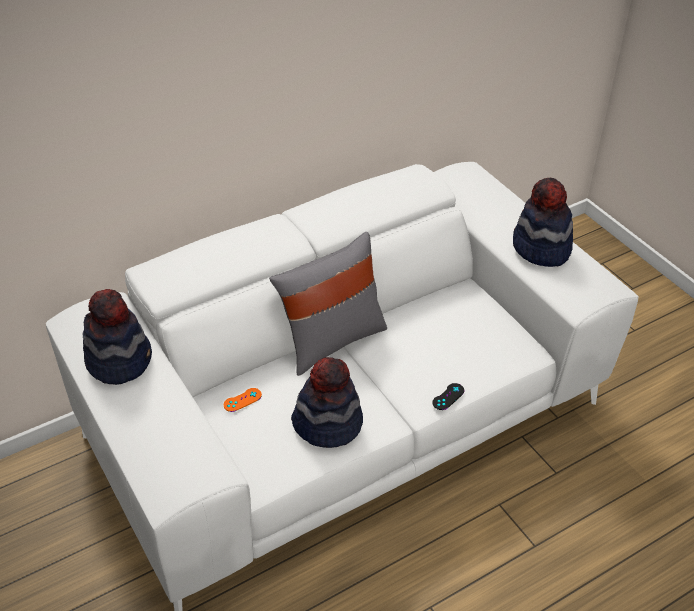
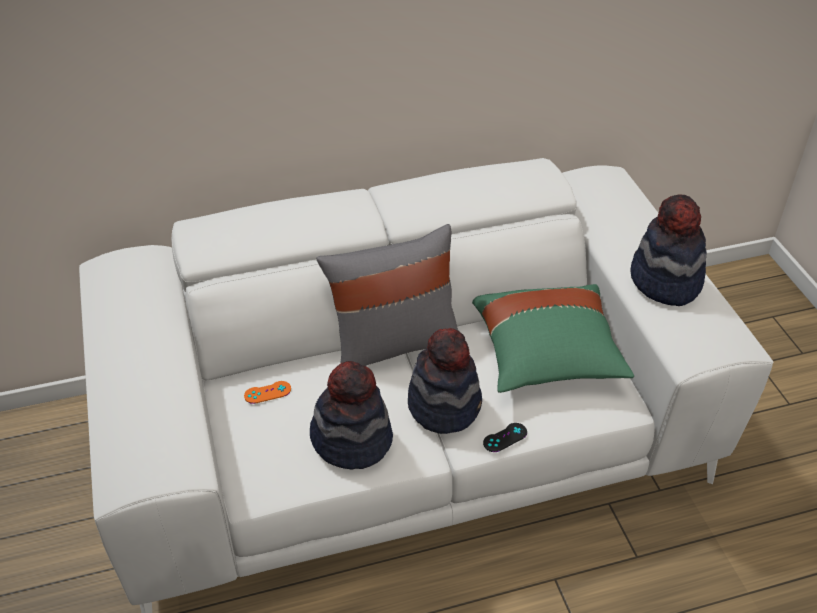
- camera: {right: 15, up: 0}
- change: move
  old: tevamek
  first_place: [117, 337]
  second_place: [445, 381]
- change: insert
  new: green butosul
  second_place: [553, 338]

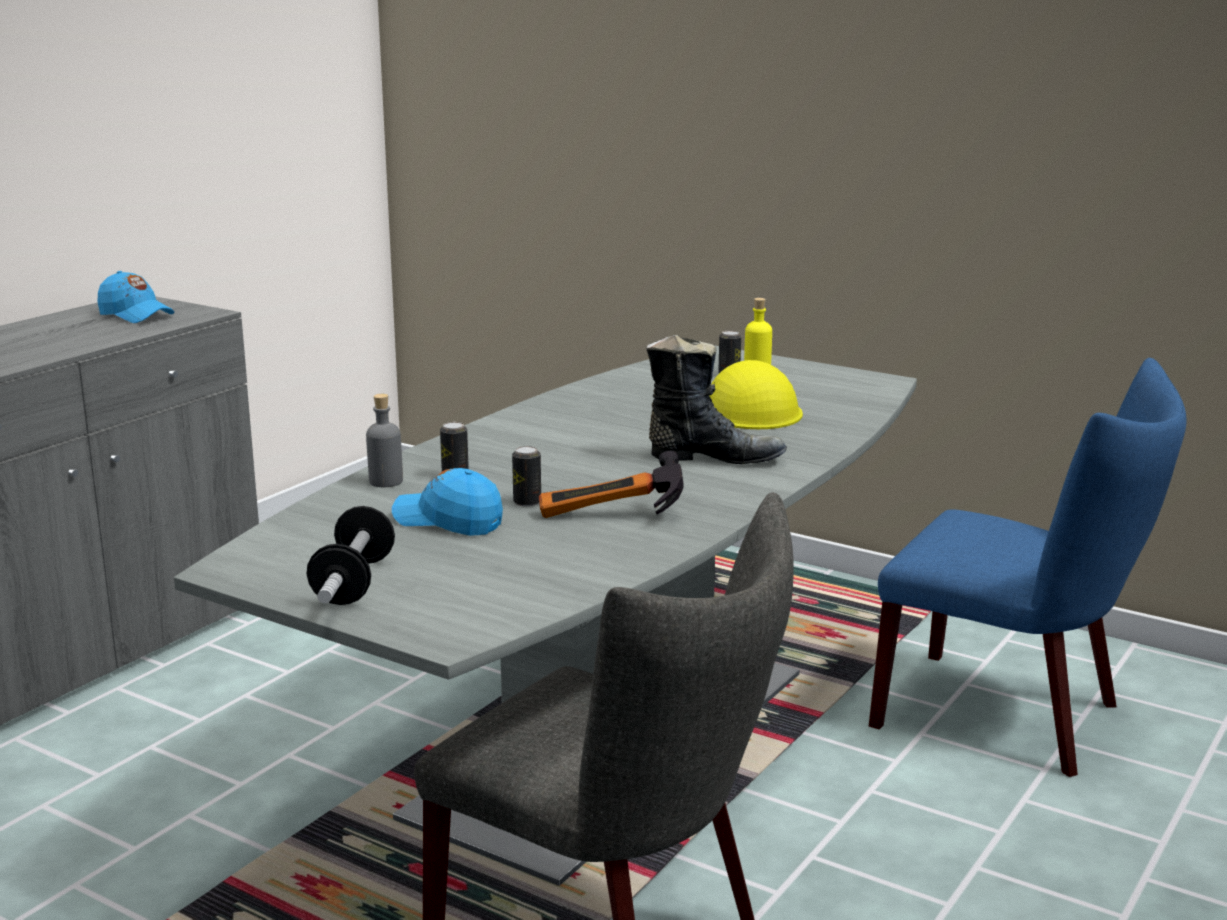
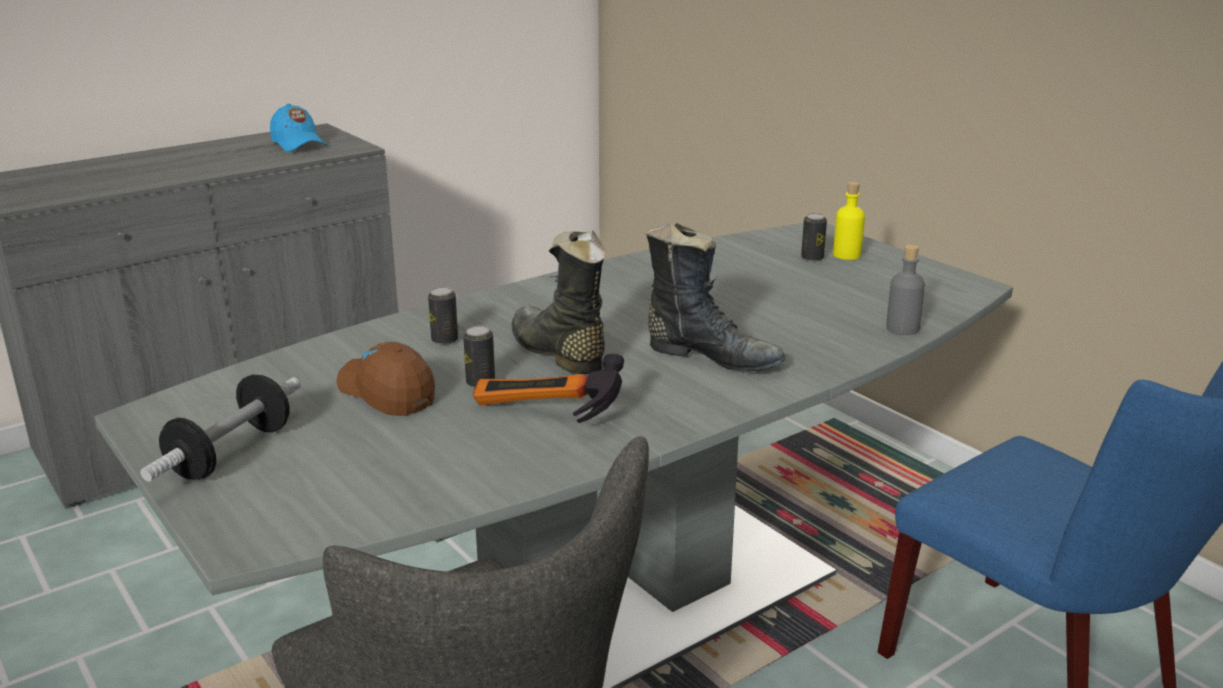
- camera: {right: 20, up: 5}
- change: move
  old: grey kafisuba
  first_place: [384, 440]
  second_place: [905, 289]
- change: recolor
  old: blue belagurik
  new: brown belagurik
  first_place: [447, 502]
  second_place: [386, 378]
- change: delete
  old: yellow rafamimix
  first_place: [756, 394]
- change: insert
  new: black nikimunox
  second_place: [559, 302]

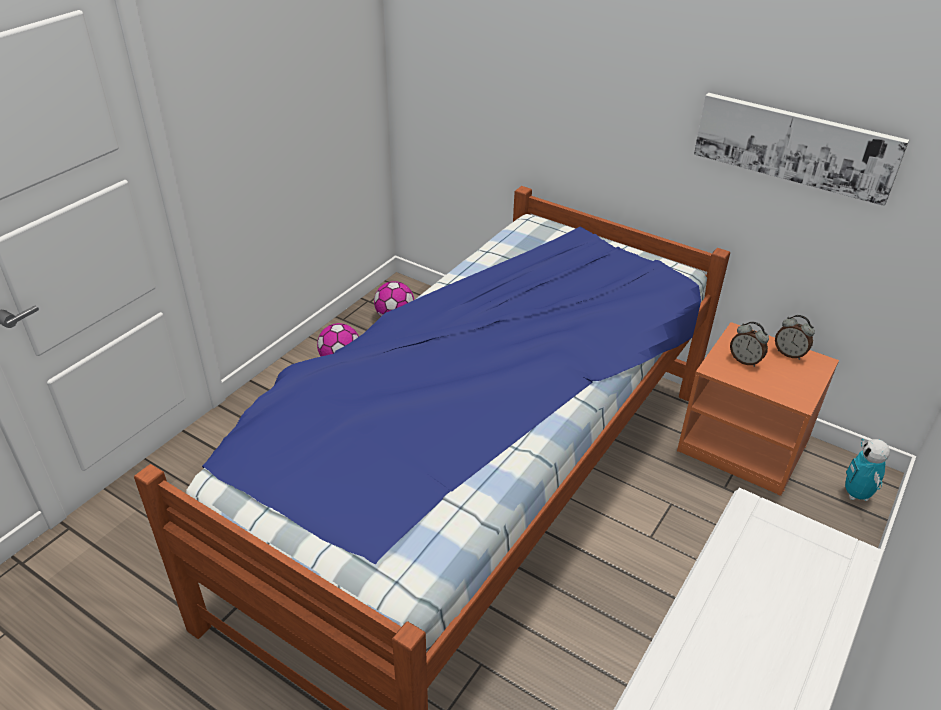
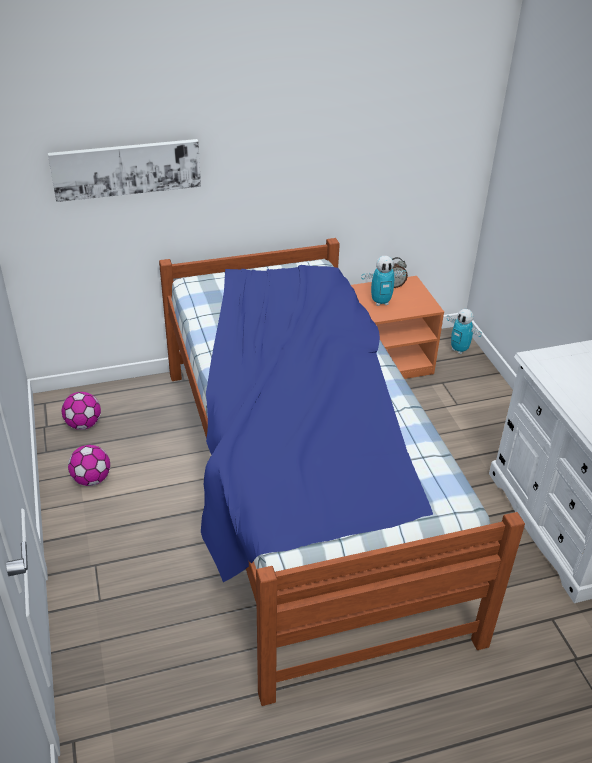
- camera: {right: -50, up: 0}
- change: move
  old: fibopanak
  first_place: [801, 149]
  second_place: [124, 170]
- change: replace
  old: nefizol
  new: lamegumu
  first_place: [749, 344]
  second_place: [383, 281]

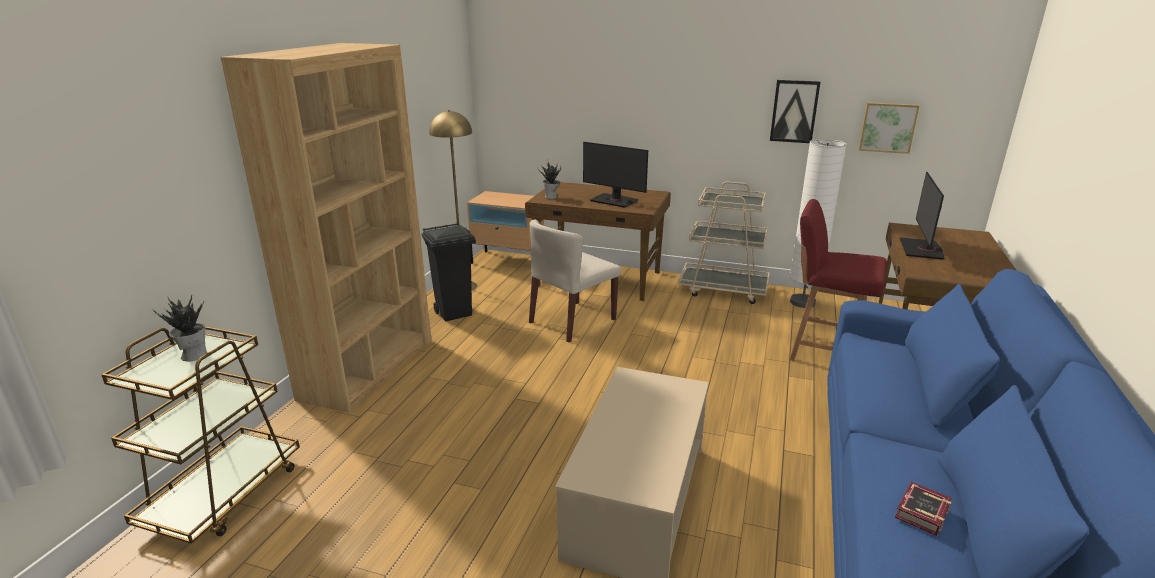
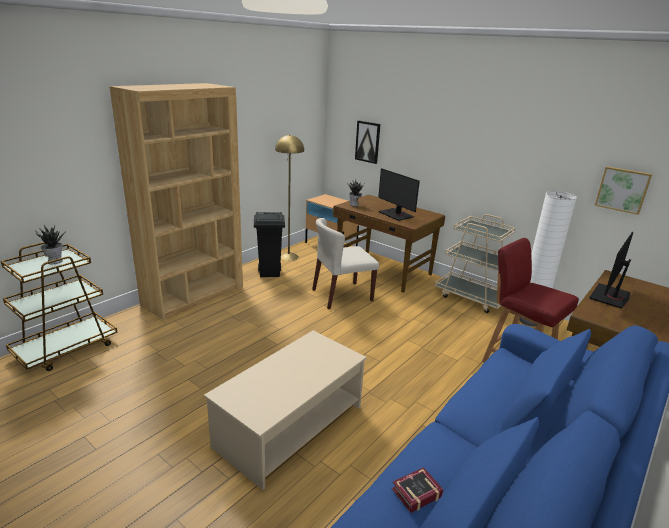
- camera: {right: 20, up: 0}
- change: move
  old: fibopanak
  first_place: [795, 111]
  second_place: [367, 142]

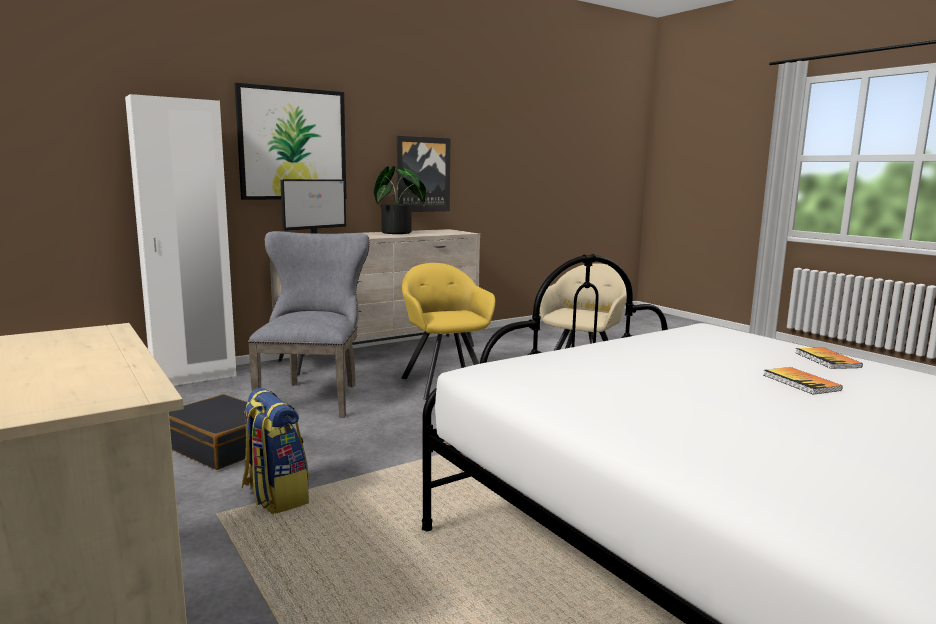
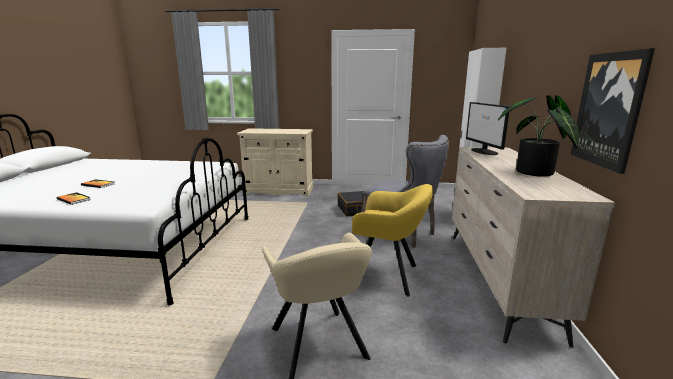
- camera: {right: 130, up: 5}
- change: delete
  old: fibopanak
  first_place: [290, 141]
- change: delete
  old: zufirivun
  first_place: [275, 451]

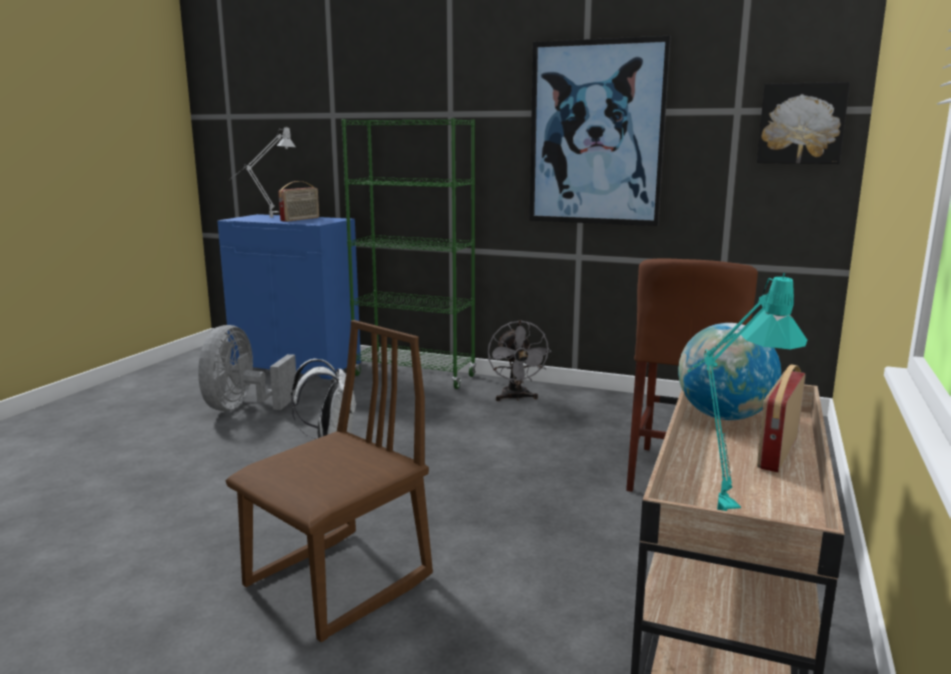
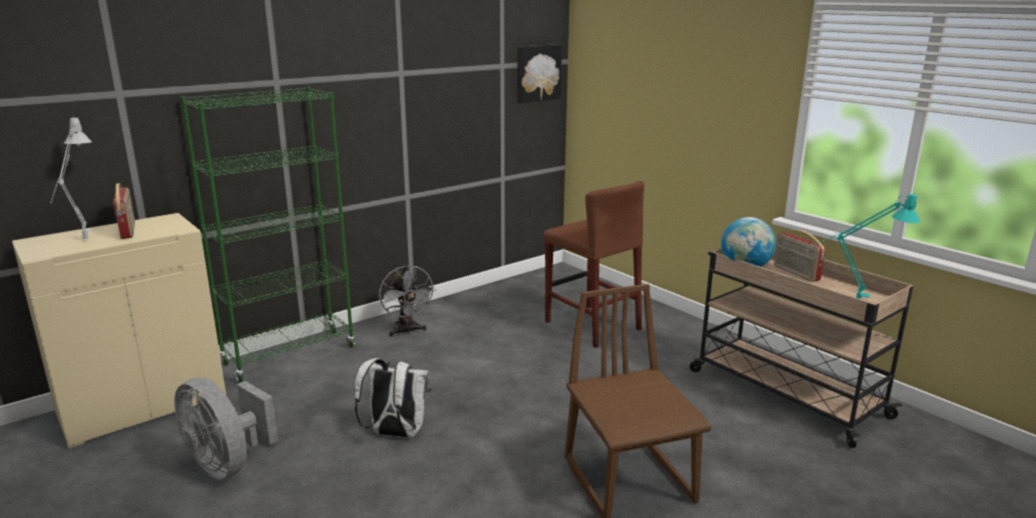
- camera: {right: -60, up: 5}
- change: recolor
  old: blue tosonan
  new: beige tosonan
  first_place: [289, 297]
  second_place: [119, 331]
- change: rotate
  old: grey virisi
  first_place: [520, 360]
  second_place: [407, 301]
  degrees: 45
- change: delete
  old: fibopanak
  first_place: [600, 131]

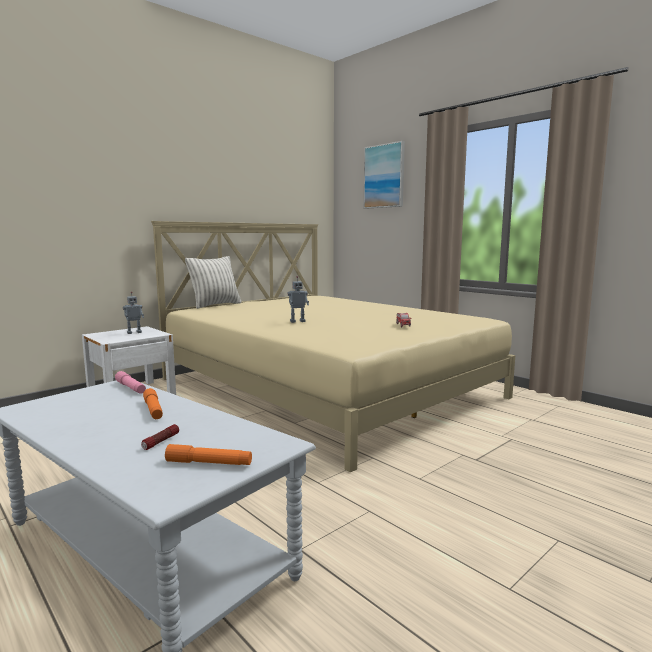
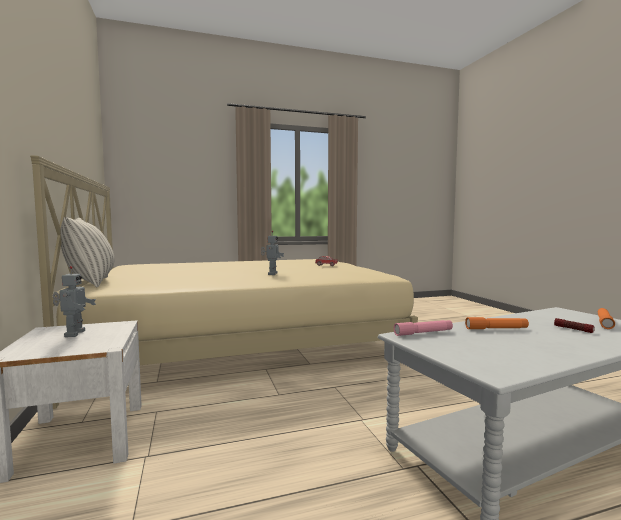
- camera: {right: -65, up: -5}
- change: delete
  old: fibopanak
  first_place: [384, 175]

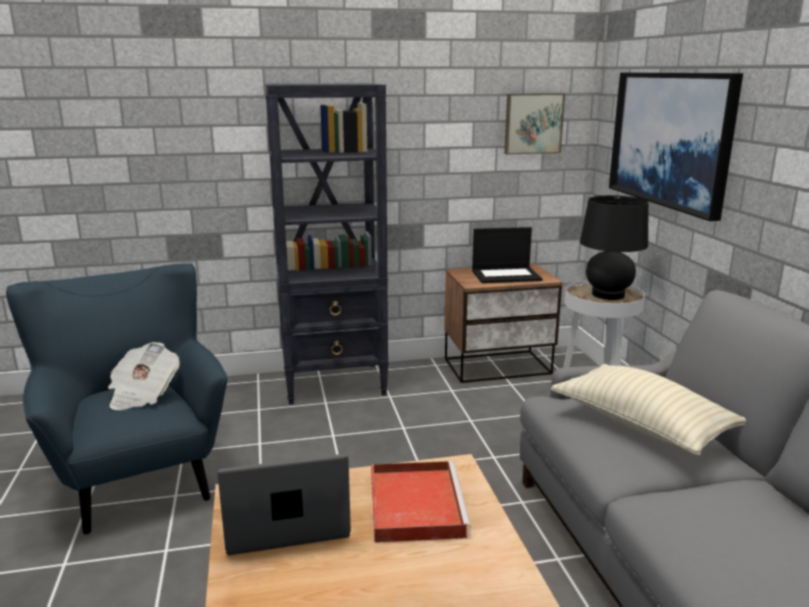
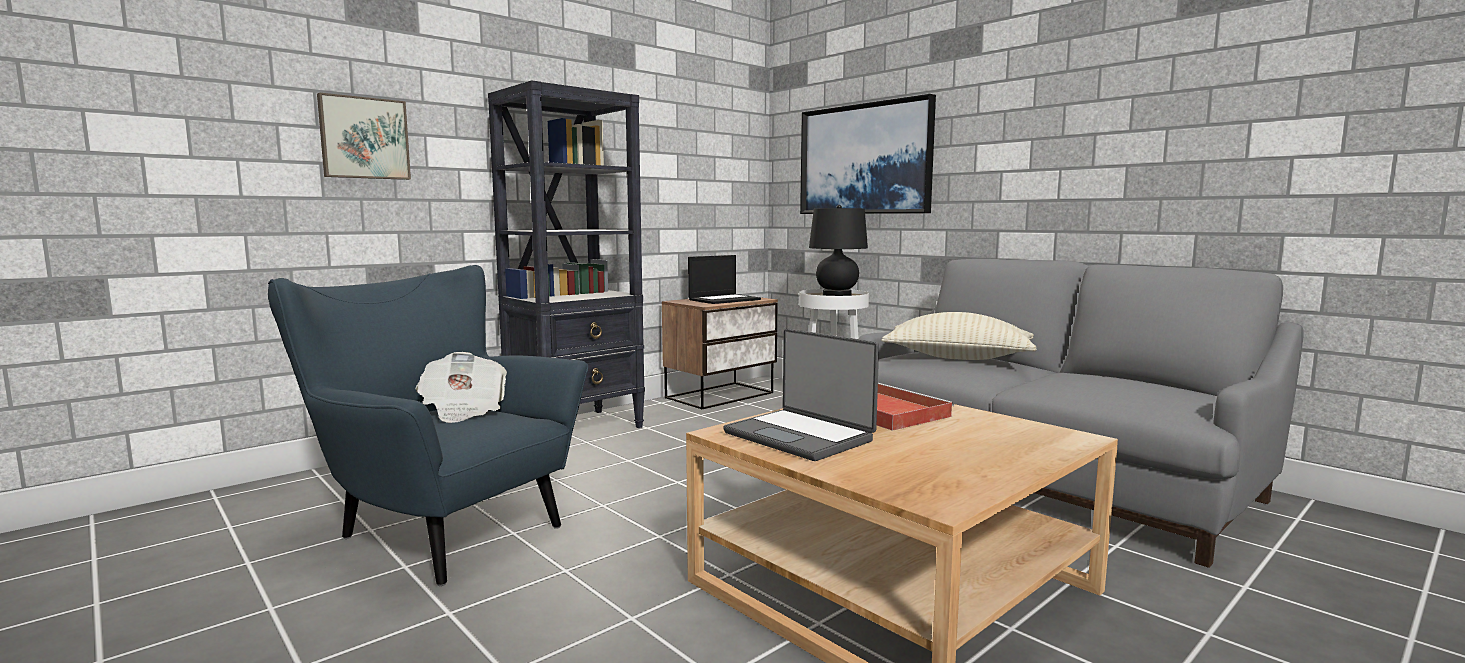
- camera: {right: -30, up: -10}
- change: rotate
  old: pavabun
  first_place: [284, 504]
  second_place: [801, 395]
  degrees: -90
- change: move
  old: fibopanak
  first_place: [534, 124]
  second_place: [364, 136]

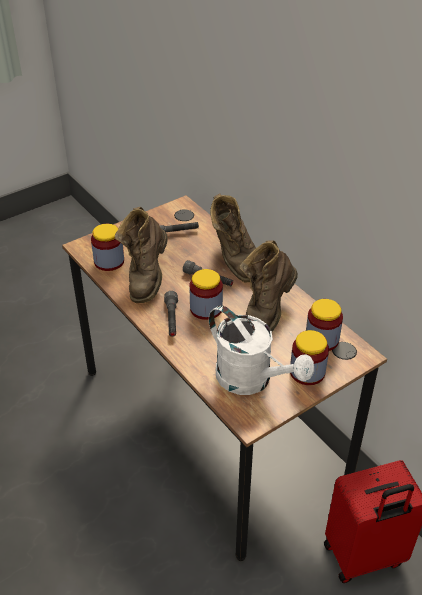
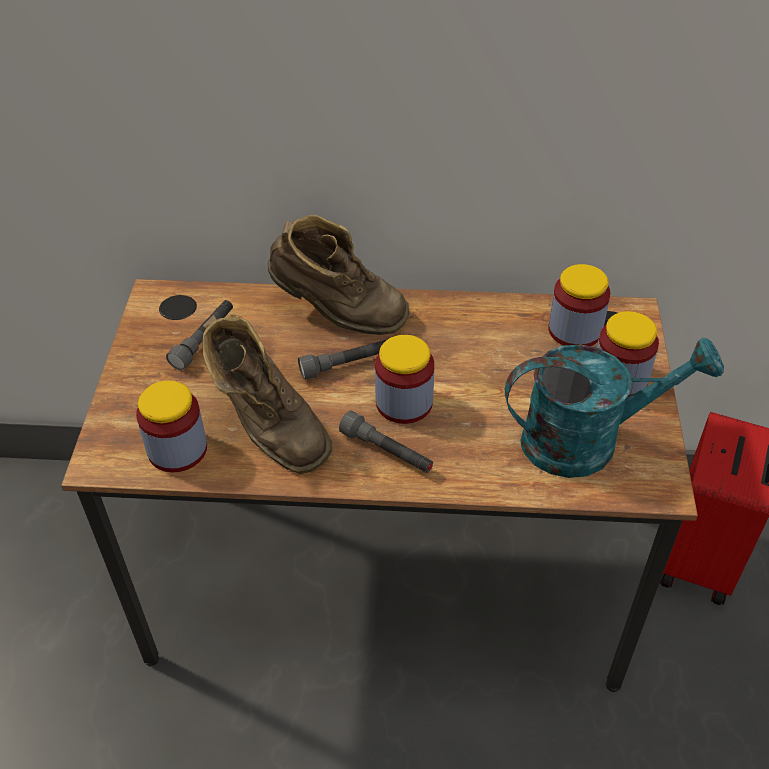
- camera: {right: -50, up: 5}
- change: recolor
  old: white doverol
  new: turquoise doverol
  first_place: [261, 350]
  second_place: [614, 407]
- change: delete
  old: brown nikimunox
  first_place: [268, 286]

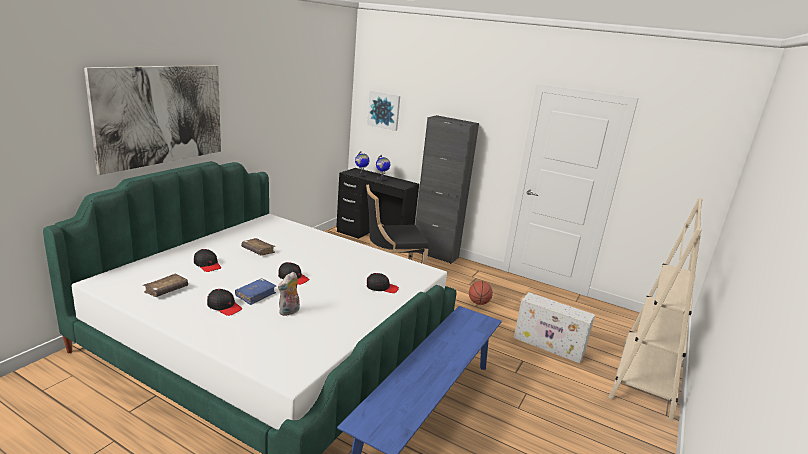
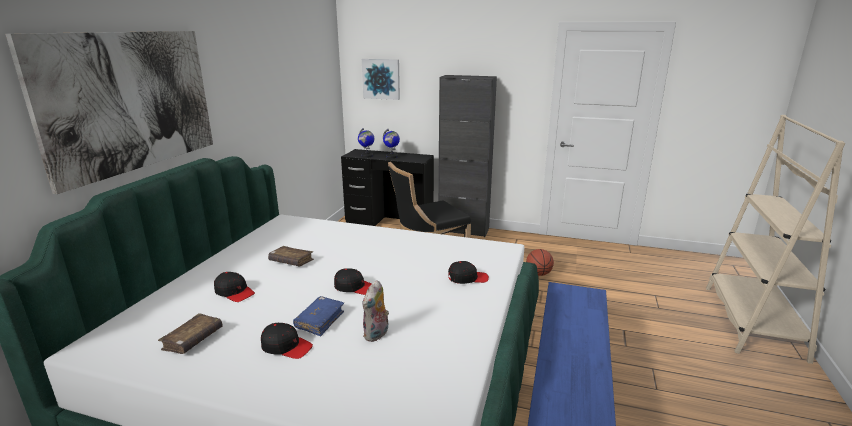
- camera: {right: -10, up: 0}
- change: delete
  old: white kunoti
  first_place: [554, 327]

